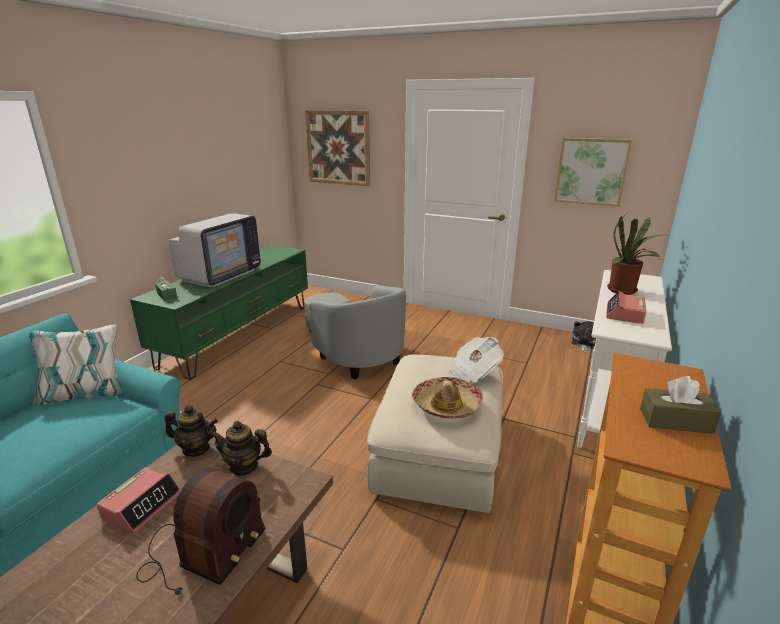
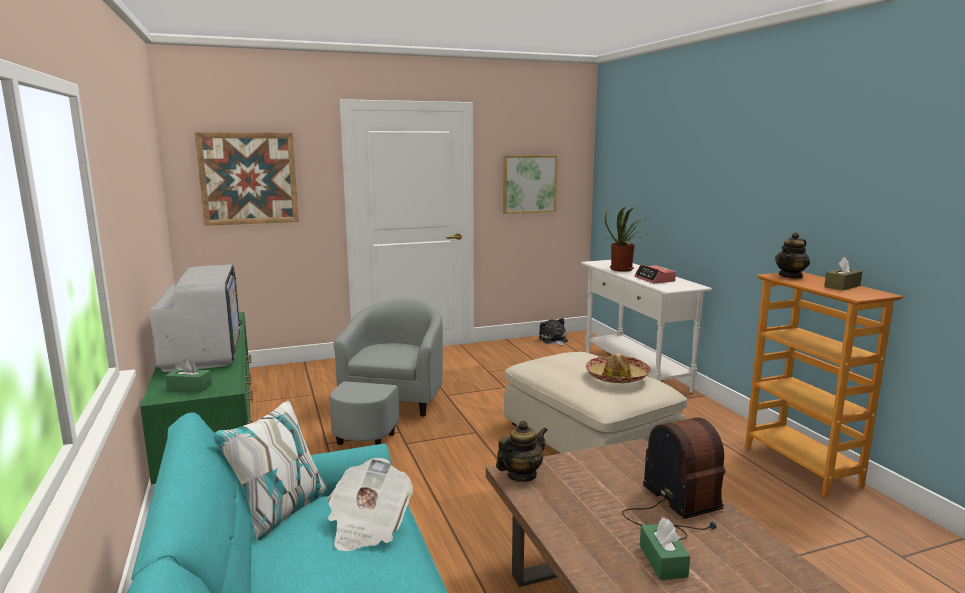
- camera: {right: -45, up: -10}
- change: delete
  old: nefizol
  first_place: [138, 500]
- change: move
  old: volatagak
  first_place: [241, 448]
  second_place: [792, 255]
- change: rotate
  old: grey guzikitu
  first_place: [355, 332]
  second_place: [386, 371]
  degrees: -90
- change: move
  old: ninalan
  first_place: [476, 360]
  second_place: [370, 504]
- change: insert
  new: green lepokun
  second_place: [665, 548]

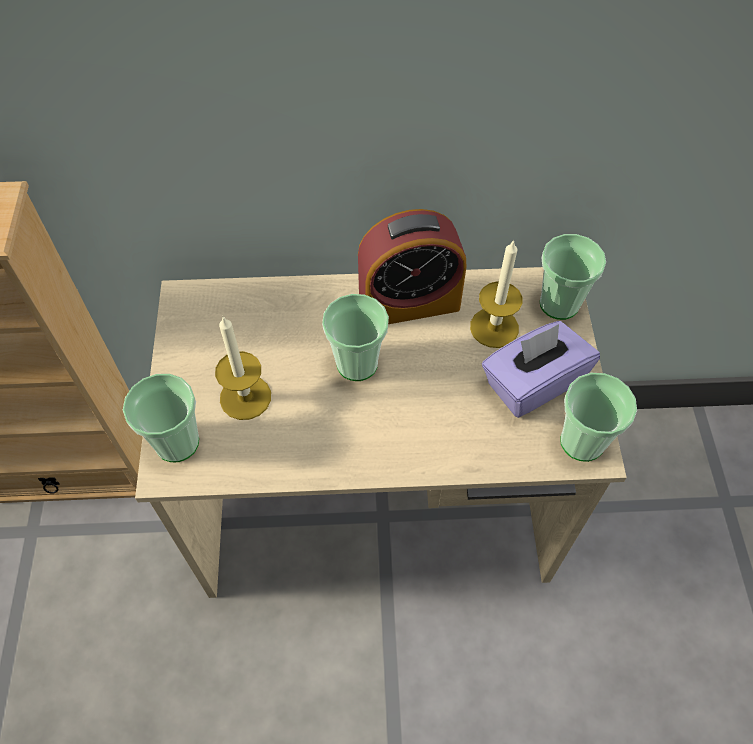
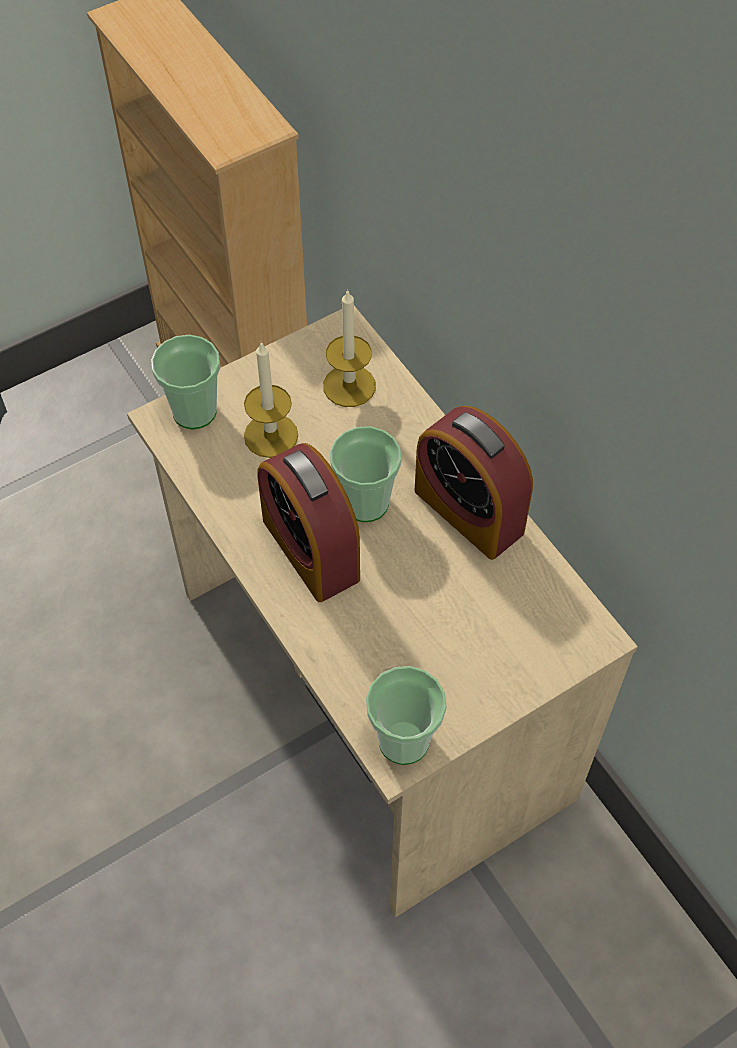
- camera: {right: 60, up: 0}
- change: move
  old: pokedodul
  first_place: [496, 293]
  second_place: [349, 348]
- change: delete
  old: purple lepokun
  first_place: [541, 369]
- change: delete
  old: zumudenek
  first_place: [573, 277]
- change: insert
  new: nefizol
  second_place: [308, 522]

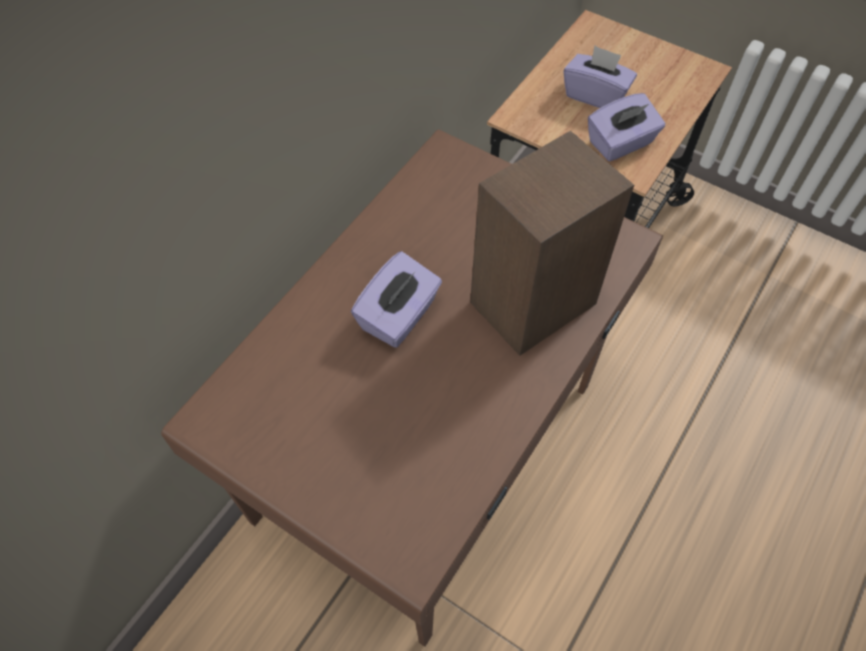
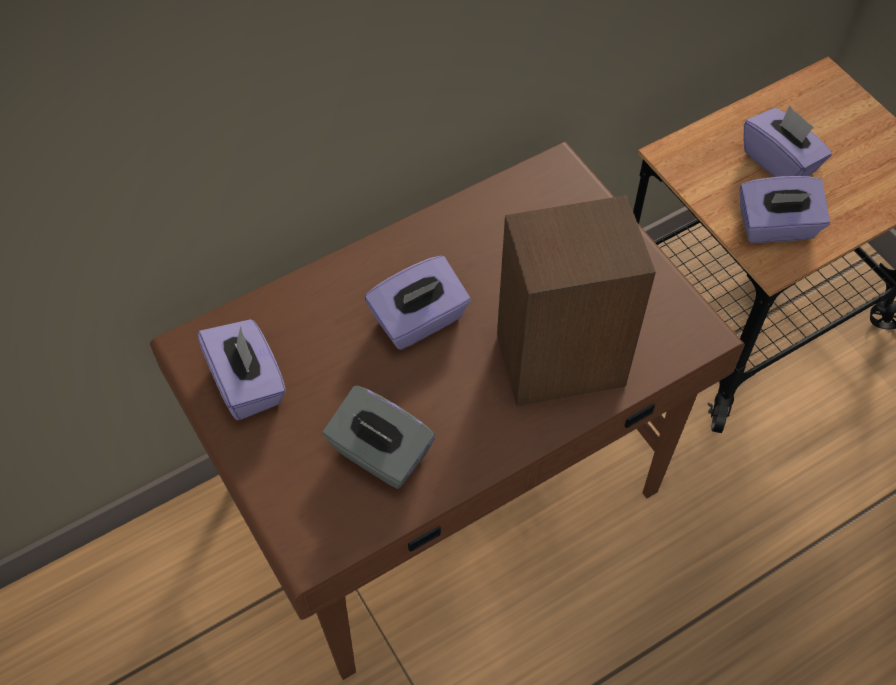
- camera: {right: 25, up: 0}
- change: insert
  new: purple lepokun
  second_place: [241, 369]
- change: insert
  new: grey lepokun
  second_place: [378, 437]

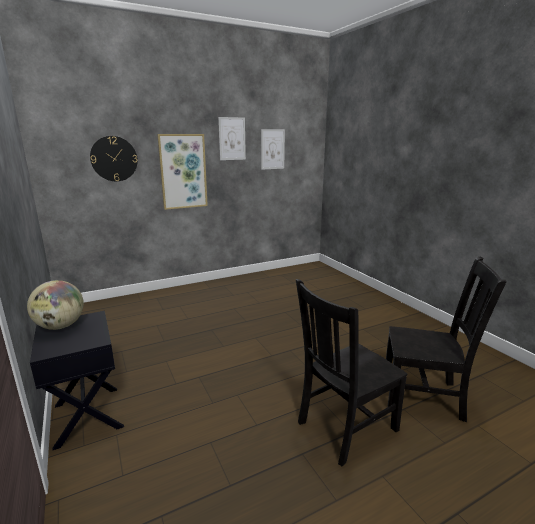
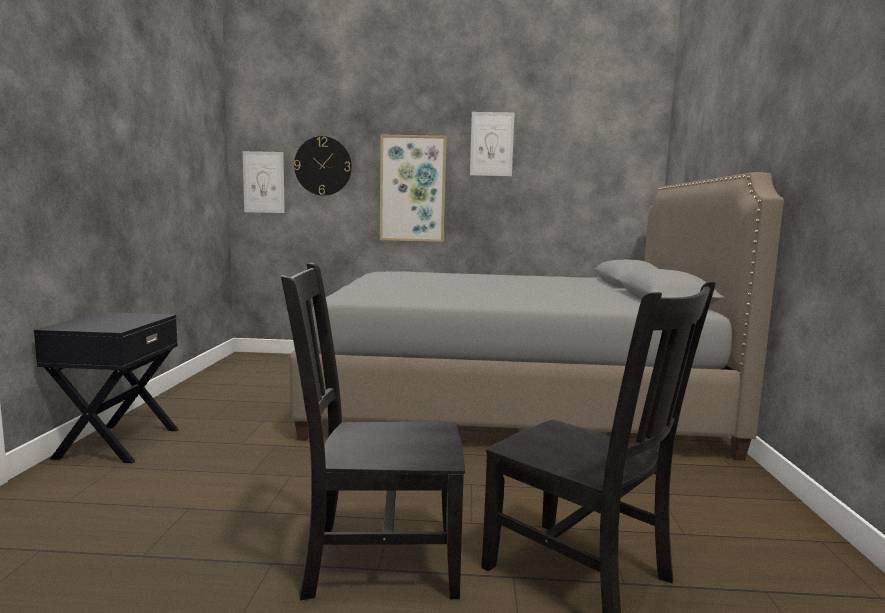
- camera: {right: 30, up: -10}
- change: delete
  old: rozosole
  first_place: [55, 305]
- change: move
  old: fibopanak
  first_place: [273, 149]
  second_place: [264, 182]
- change: insert
  new: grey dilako
  second_place: [537, 316]

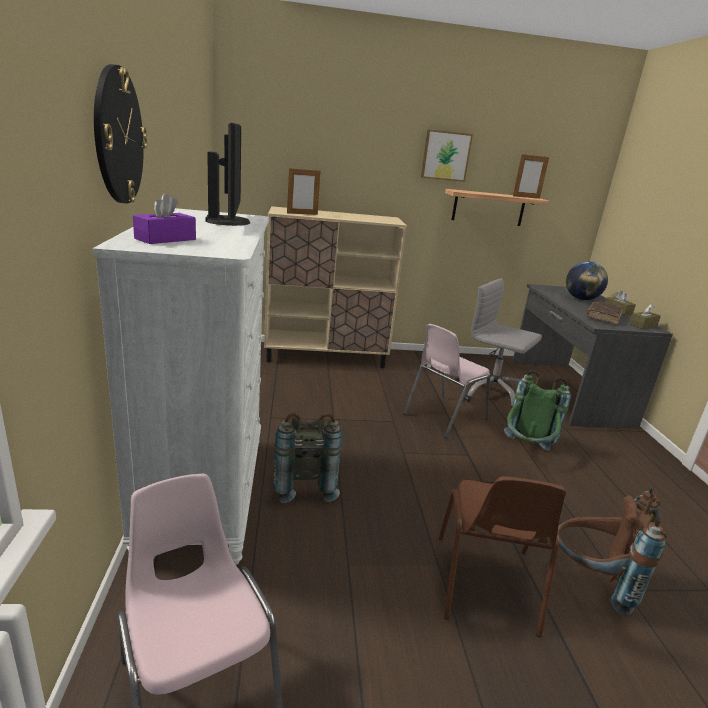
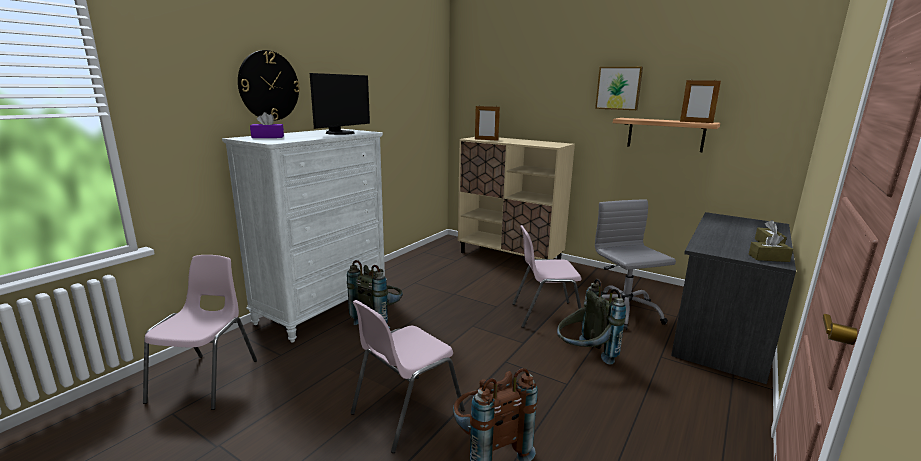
- camera: {right: 40, up: -5}
- change: recolor
  old: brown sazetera
  new: pink sazetera
  first_place: [502, 556]
  second_place: [408, 376]
- change: recolor
  old: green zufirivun
  new: grey zufirivun
  first_place: [537, 410]
  second_place: [591, 322]
- change: delete
  old: rozosole
  first_place: [587, 280]
- change: delete
  old: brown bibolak
  first_place: [604, 313]

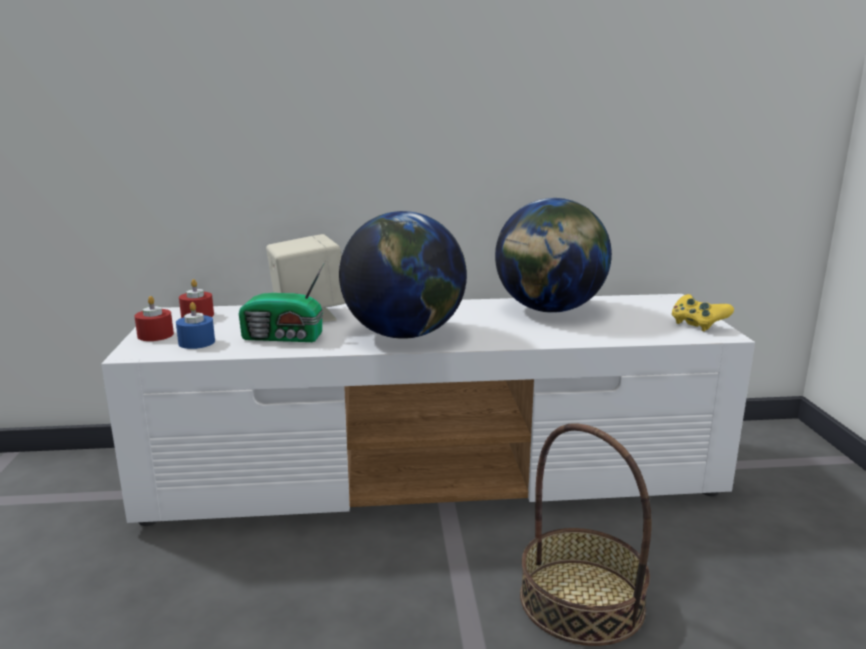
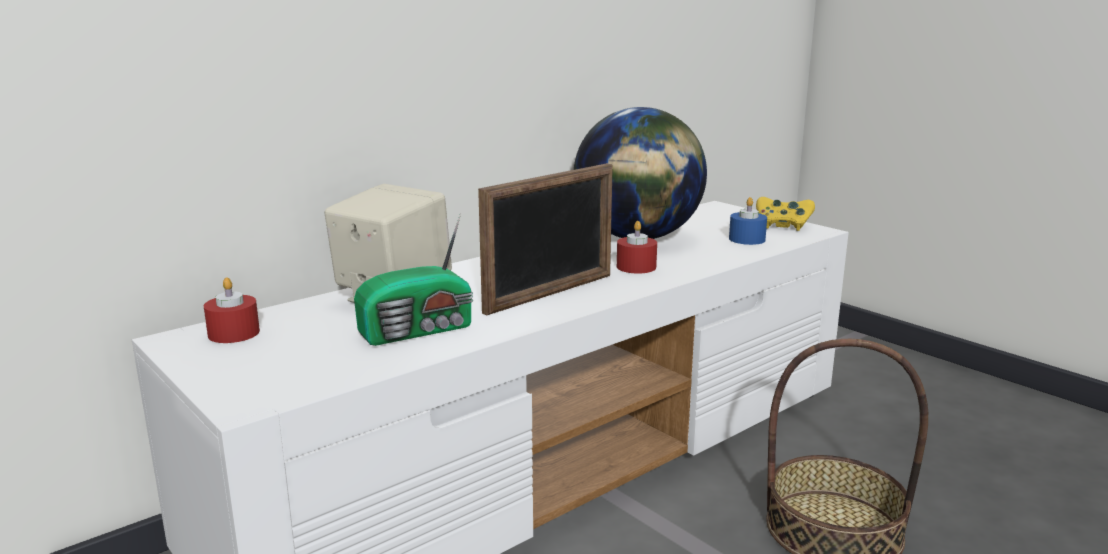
- camera: {right: -35, up: 0}
- change: move
  old: red pokedodul
  first_place: [154, 318]
  second_place: [637, 247]
- change: move
  old: blue pokedodul
  first_place: [195, 325]
  second_place: [748, 221]
- change: replace
  old: rozosole
  new: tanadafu
  first_place: [403, 275]
  second_place: [545, 239]

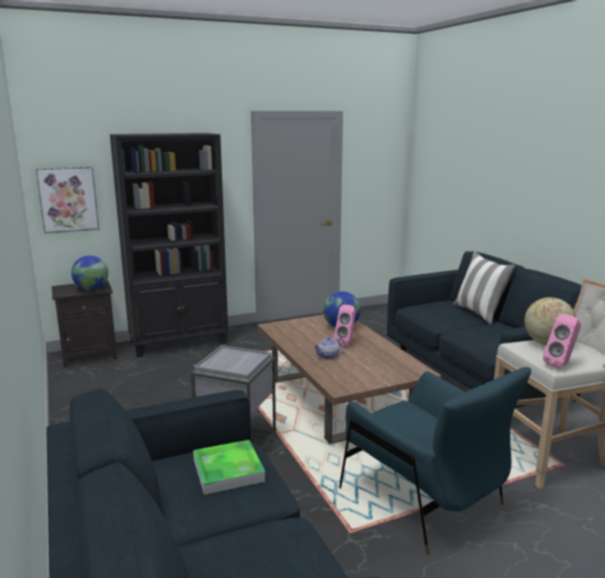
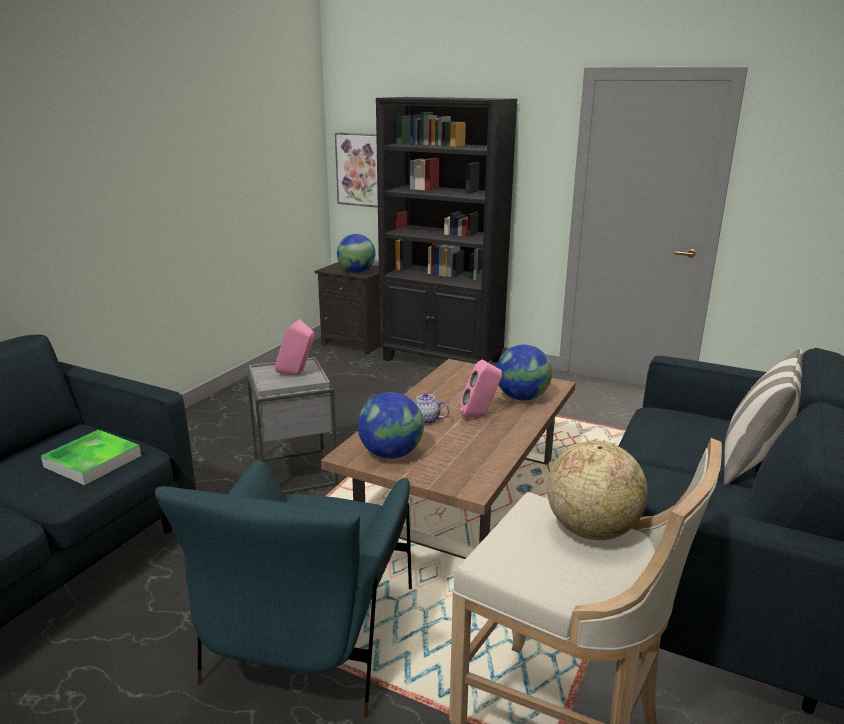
- camera: {right: 50, up: 5}
- change: move
  old: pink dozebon
  first_place: [562, 341]
  second_place: [294, 347]
- change: insert
  new: rozosole
  second_place: [391, 425]

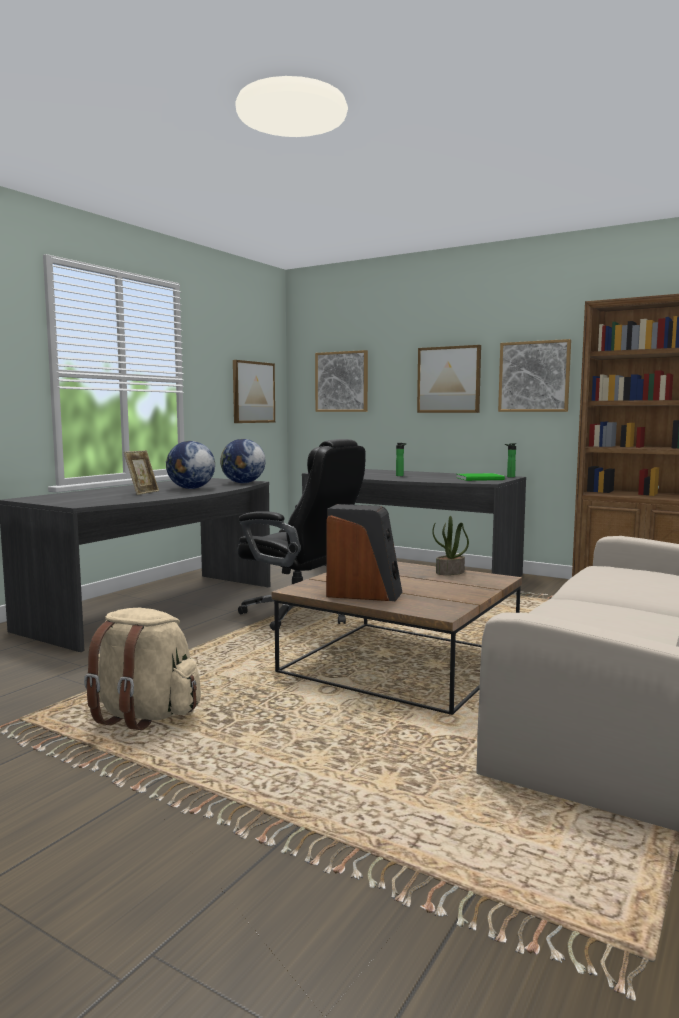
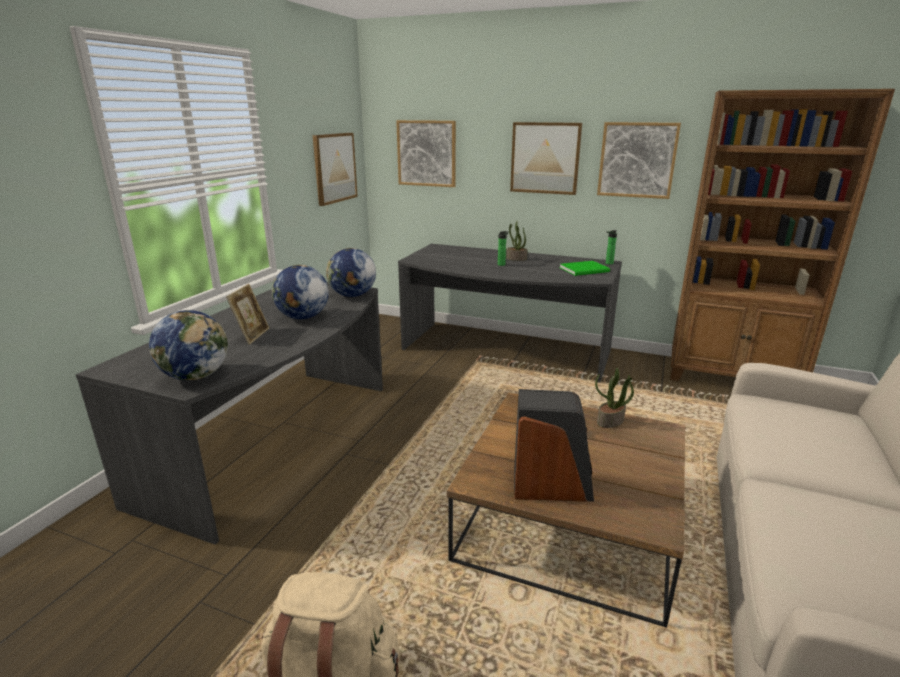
- camera: {right: -10, up: 15}
- change: delete
  old: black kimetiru
  first_place: [301, 534]
- change: insert
  new: rozosole
  second_place: [188, 345]
- change: insert
  new: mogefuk
  second_place: [517, 240]

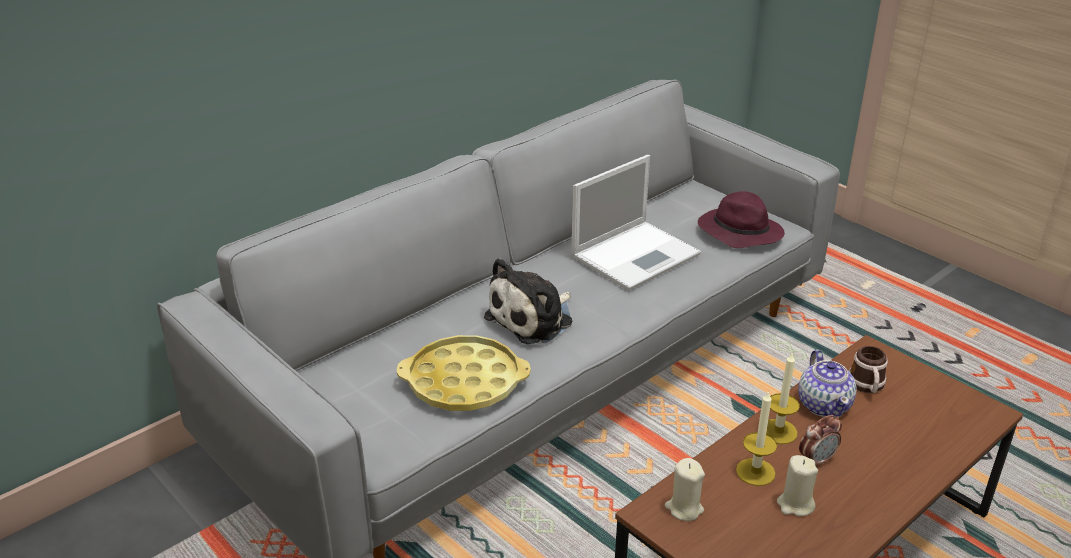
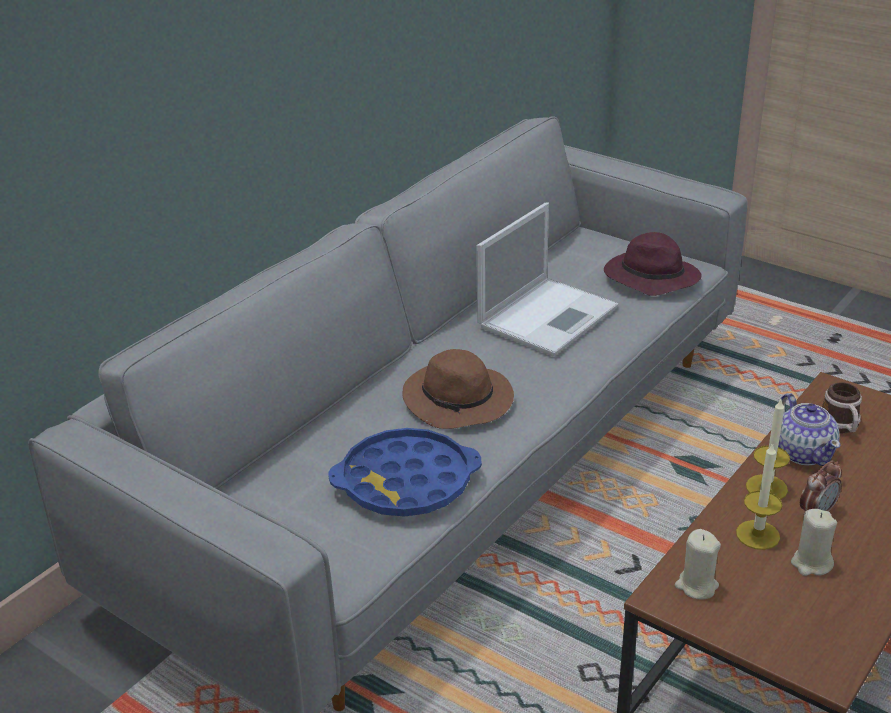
- camera: {right: -10, up: 0}
- change: recolor
  old: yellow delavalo
  new: blue delavalo
  first_place: [464, 373]
  second_place: [405, 472]
- change: replace
  old: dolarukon
  new: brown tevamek
  first_place: [528, 301]
  second_place: [458, 389]

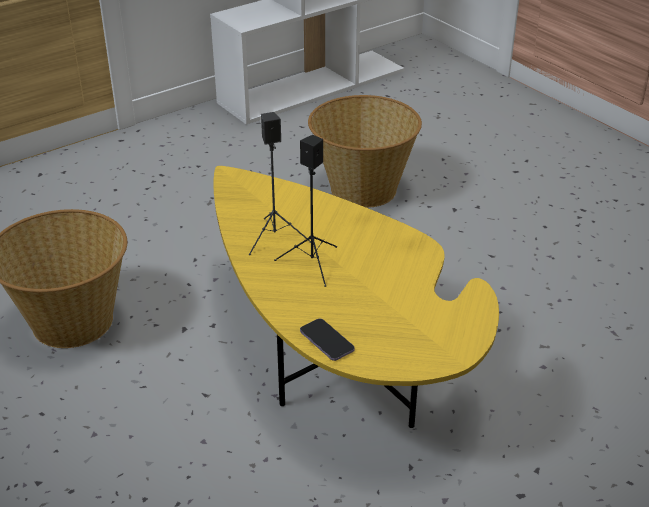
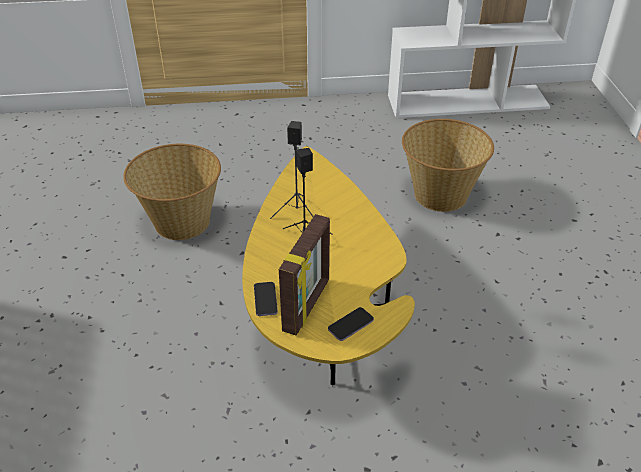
- camera: {right: 30, up: 5}
- change: insert
  new: tanadafu
  second_place: [304, 274]
- change: insert
  new: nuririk
  second_place: [351, 324]

